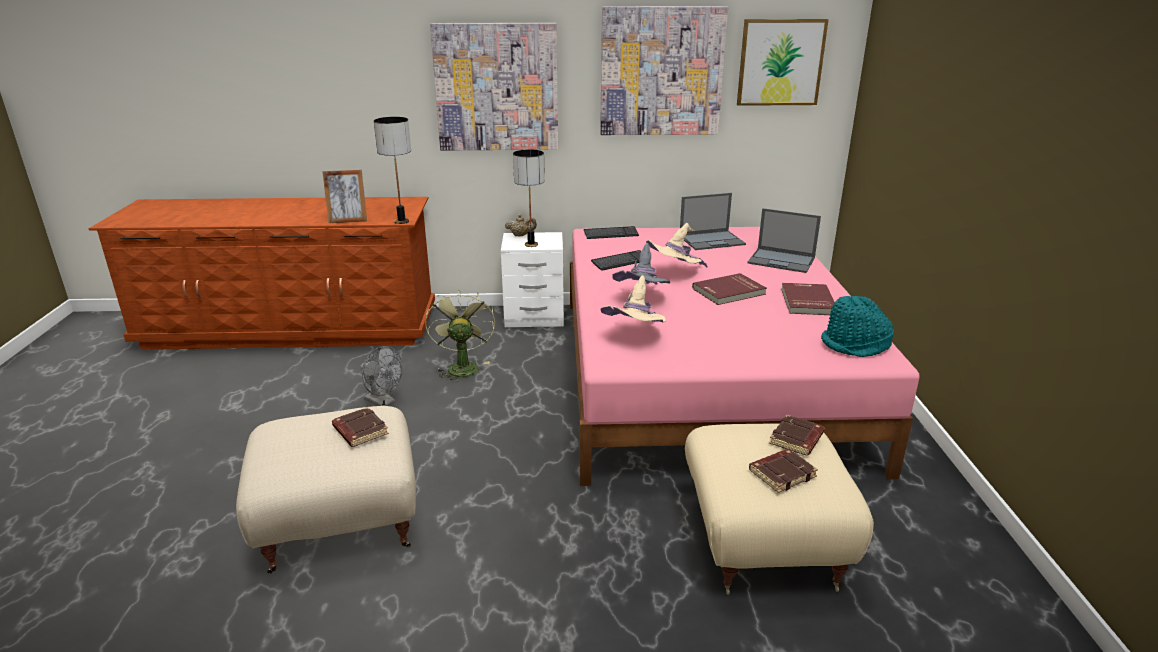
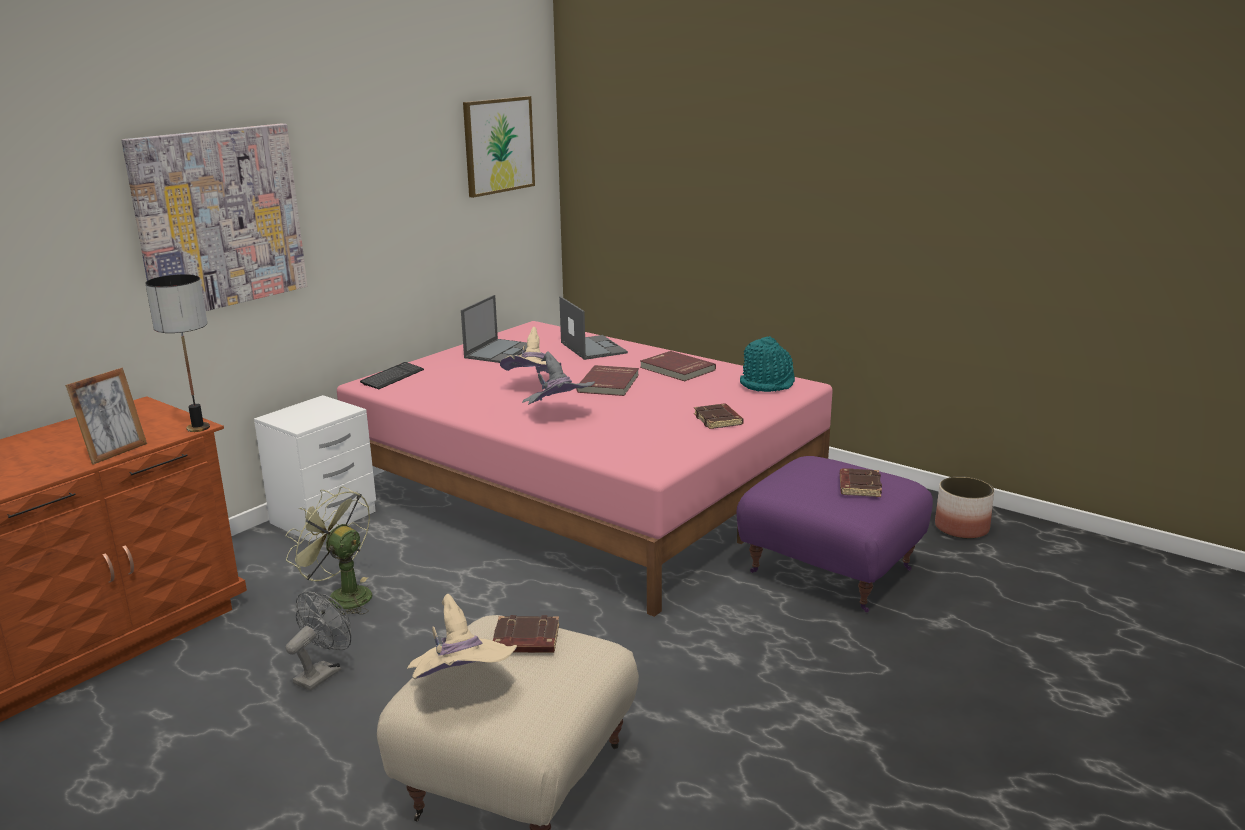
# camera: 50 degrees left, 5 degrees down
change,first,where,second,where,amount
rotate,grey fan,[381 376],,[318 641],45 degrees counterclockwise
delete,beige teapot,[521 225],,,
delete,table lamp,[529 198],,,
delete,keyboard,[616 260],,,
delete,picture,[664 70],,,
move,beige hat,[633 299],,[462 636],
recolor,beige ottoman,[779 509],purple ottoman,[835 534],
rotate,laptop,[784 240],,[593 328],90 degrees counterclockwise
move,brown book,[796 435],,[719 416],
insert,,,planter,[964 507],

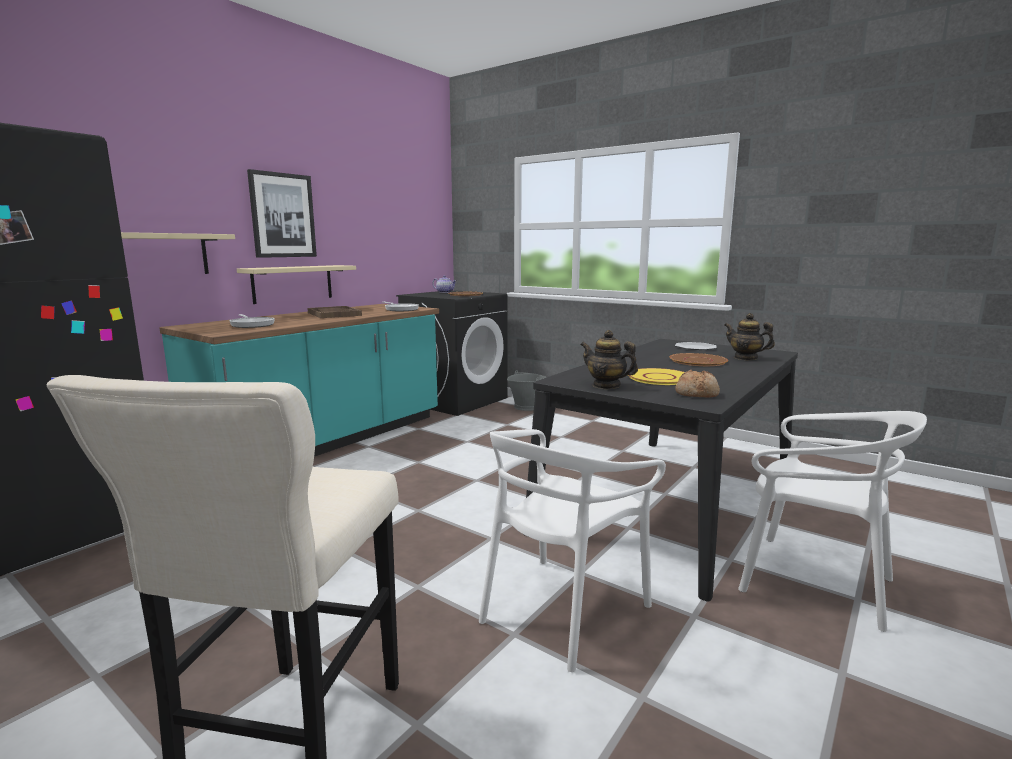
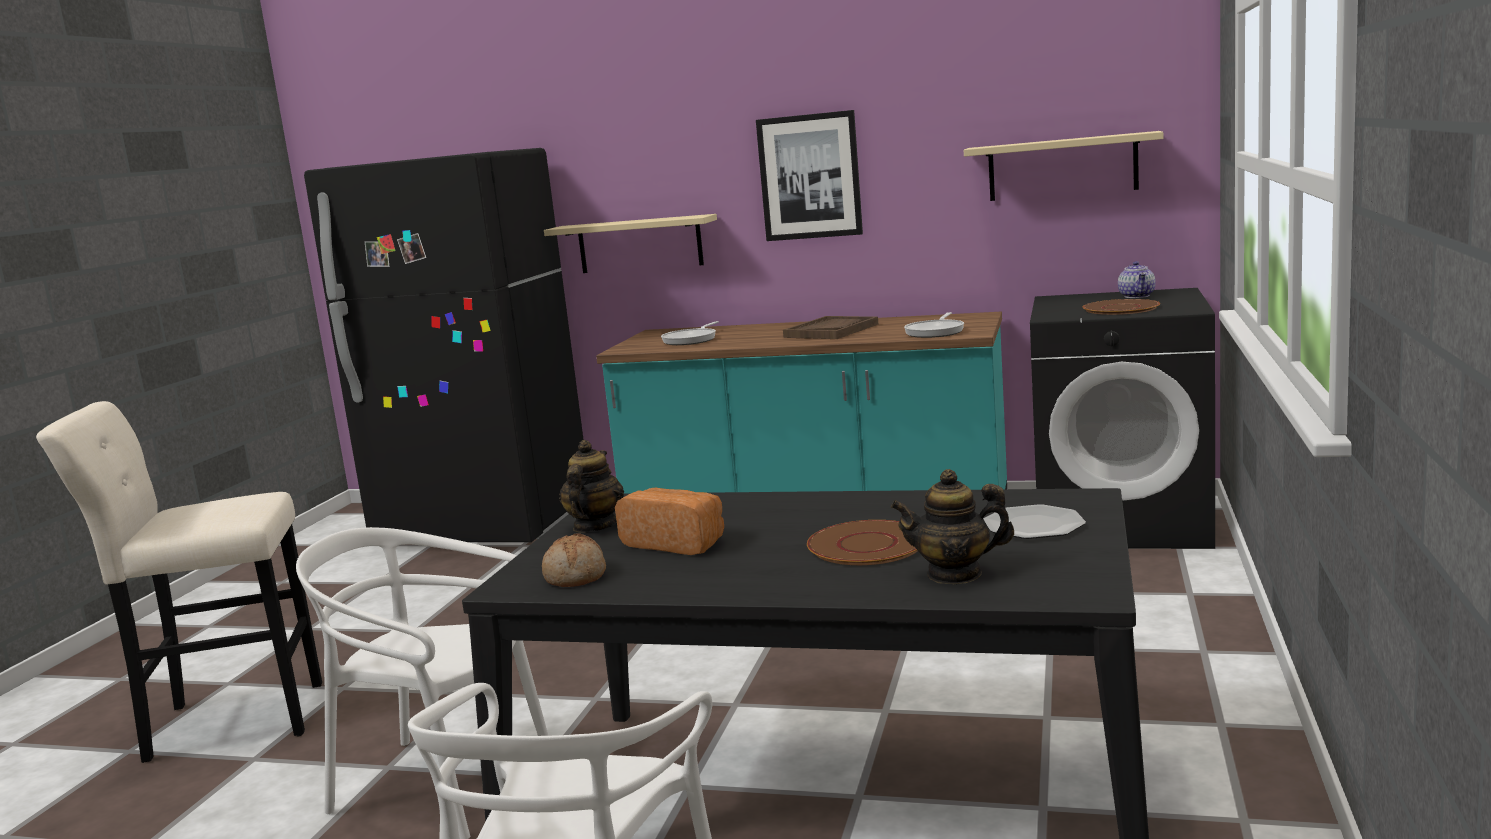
# camera: 70 degrees right, 0 degrees up
change,first,where,second,where,amount
move,beige shelf,[296 284],,[1063 166],
delete,grey bucket,[526 390],,,
replace,yellow plate,[656 376],bread,[669 521],
rotate,teapot,[749 336],,[952 526],105 degrees counterclockwise

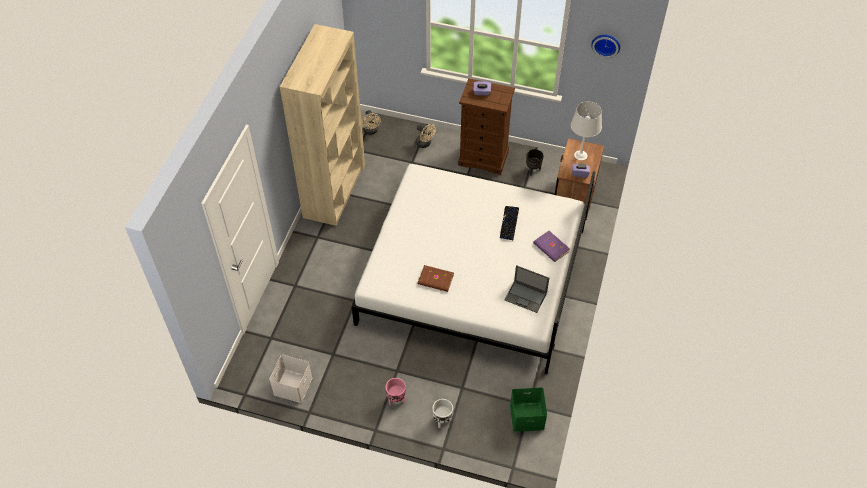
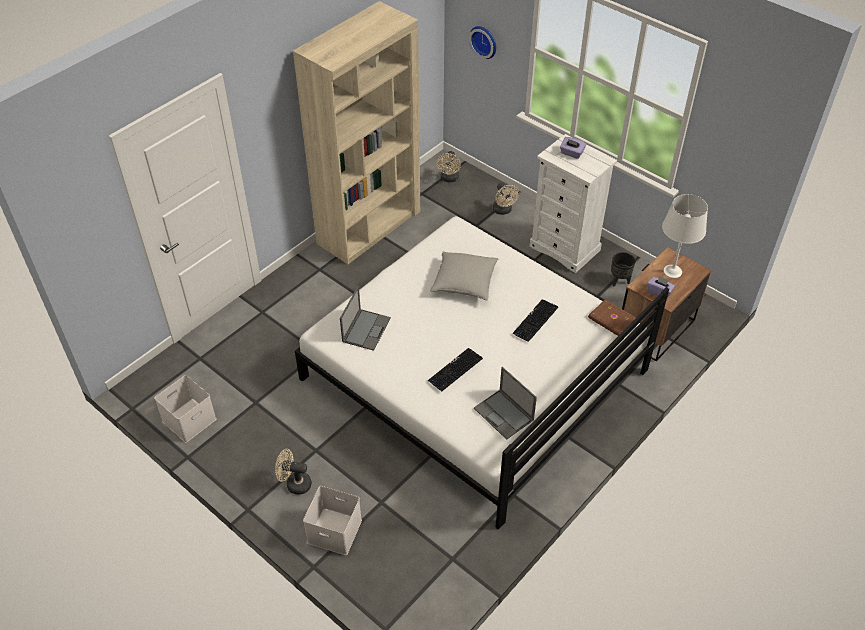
# camera: 25 degrees right, 5 degrees down
change,first,where,second,where,amount
replace,pink planter,[395 392],beige fan,[293 472],
move,brown book,[436 278],,[612 317],
replace,white planter,[443 413],white storage box,[332 520],
recolor,brown dresser,[486 127],white dresser,[573 203],
delete,green storage box,[528 409],,,
delete,purple book,[551 246],,,
move,wall clock,[605 46],,[482 42],
insert,,,laptop,[365 318],
insert,,,keyboard,[455 370],
insert,,,grey pillow,[464 276],

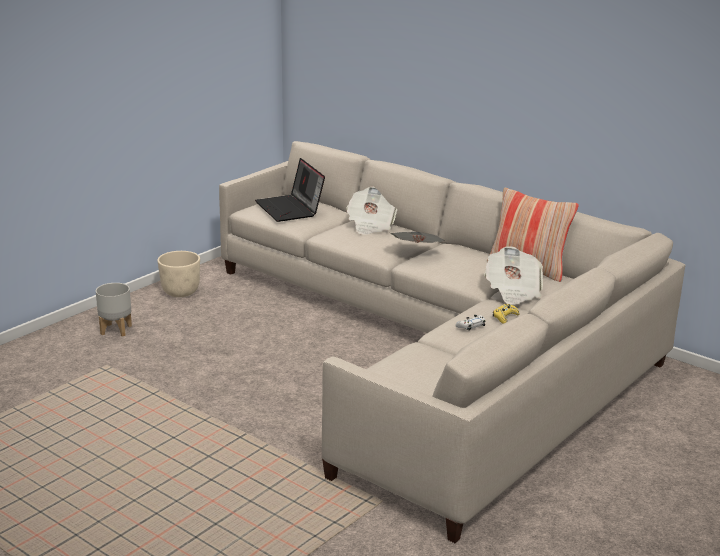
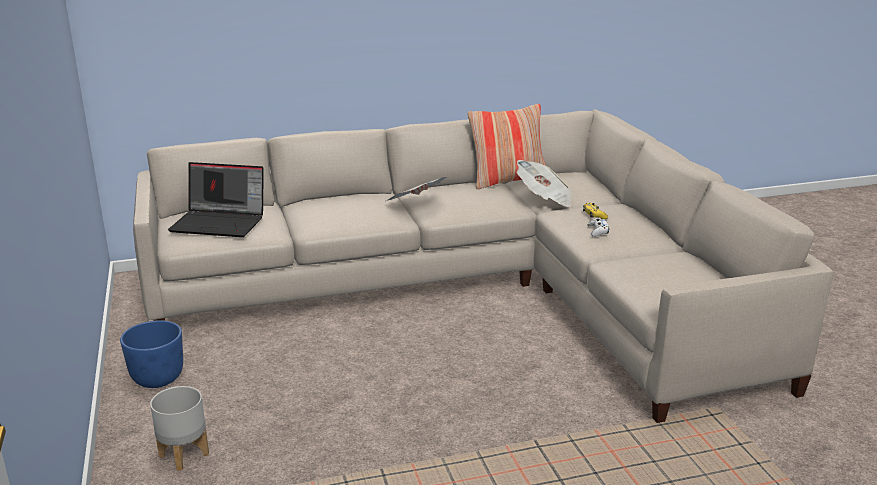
# camera: 55 degrees left, 0 degrees up
change,first,where,second,where,amount
recolor,beige planter,[178 274],blue planter,[151 354],
delete,newspaper,[371 210],,,

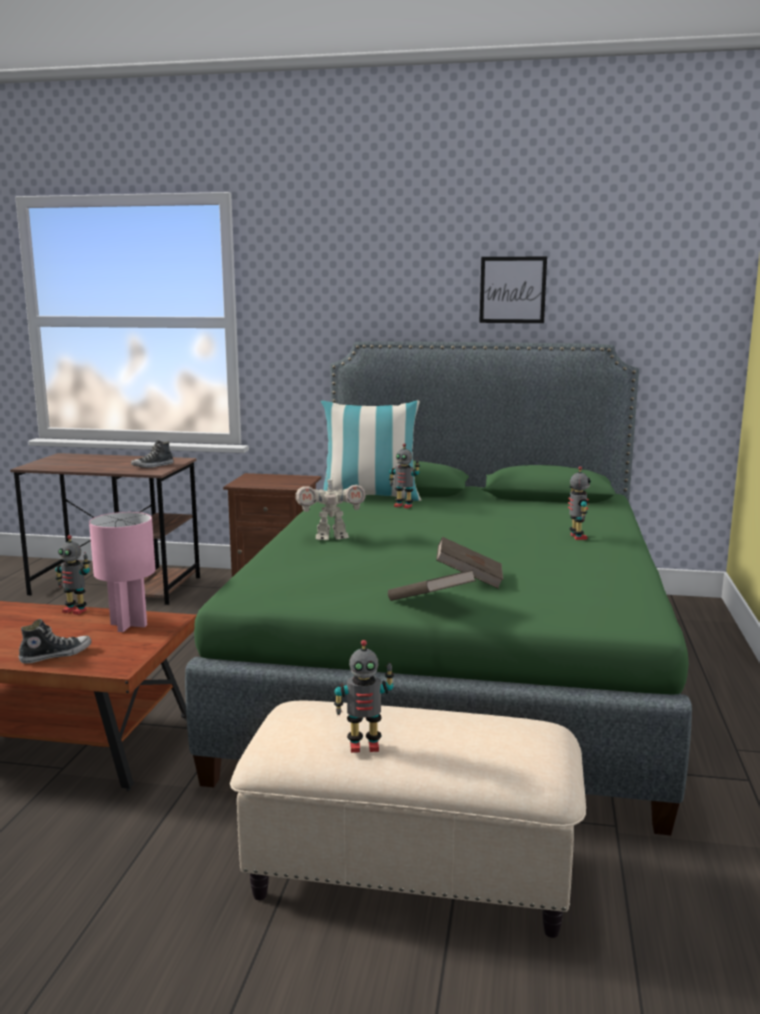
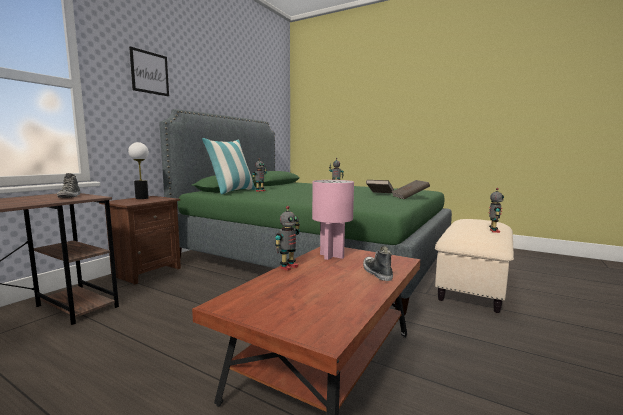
# camera: 70 degrees left, 5 degrees down
change,first,where,second,where,amount
delete,toy robot,[331 507],,,
move,picture,[513 290],,[149 71],
insert,,,table lamp,[138 170],

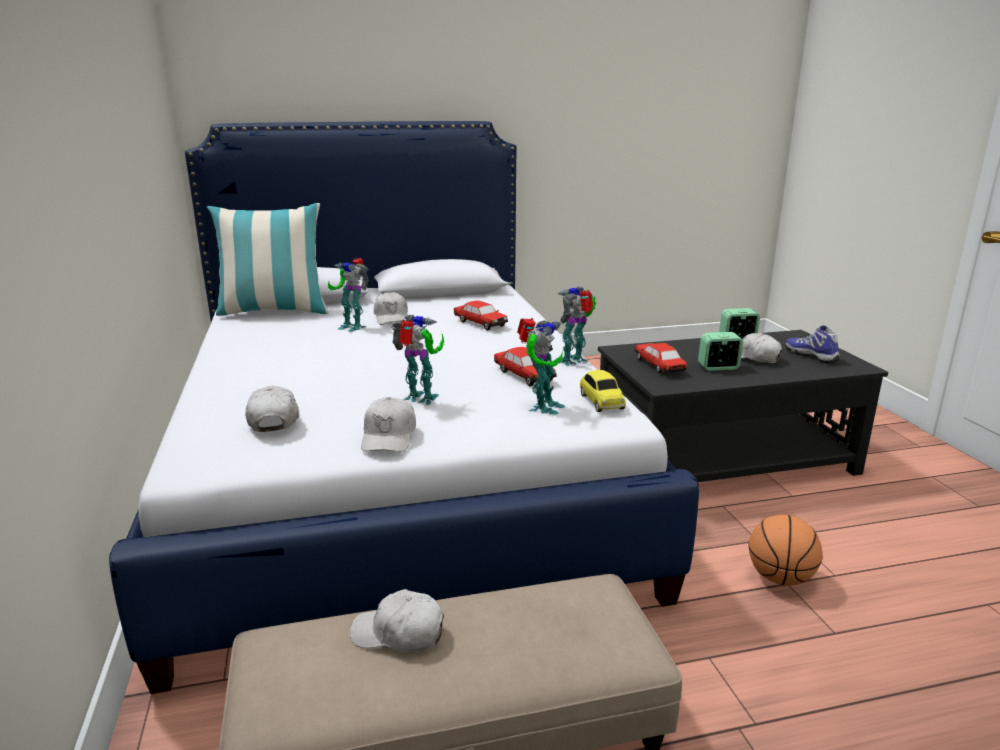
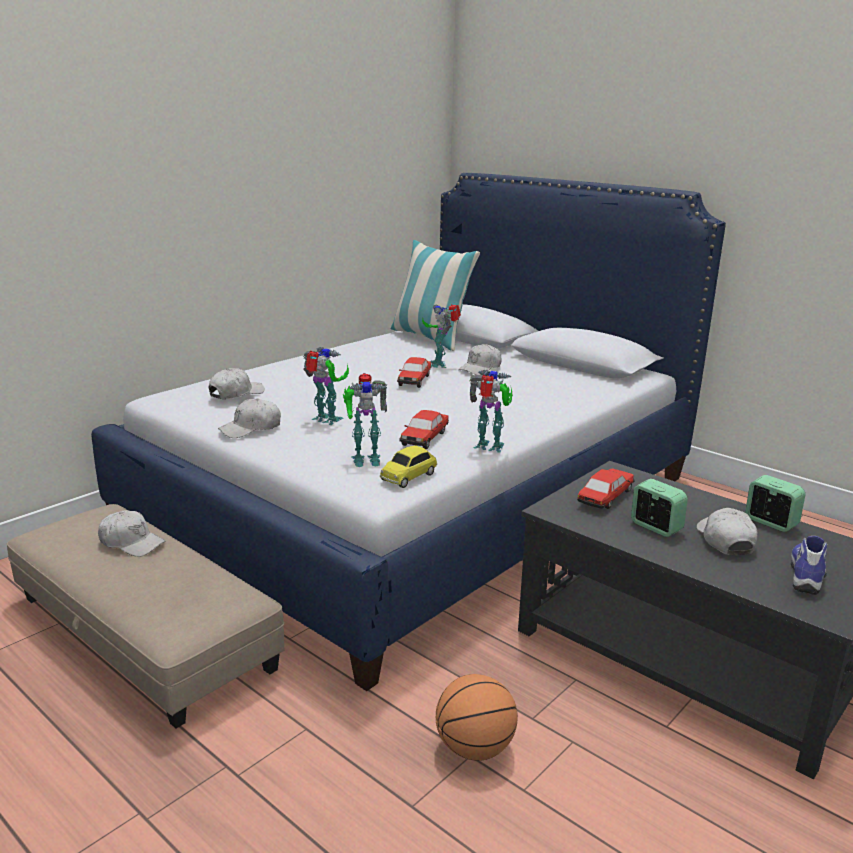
# camera: 55 degrees right, 0 degrees up
change,first,where,second,where,amount
rotate,white cap,[397 620],,[131 533],135 degrees clockwise
rotate,toy robot,[417 360],,[326 386],45 degrees counterclockwise
move,toy car,[481 316],,[414 372],

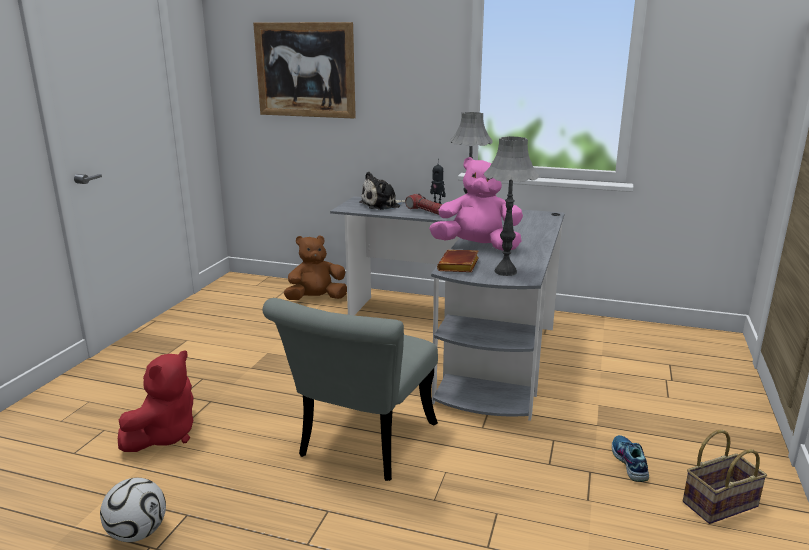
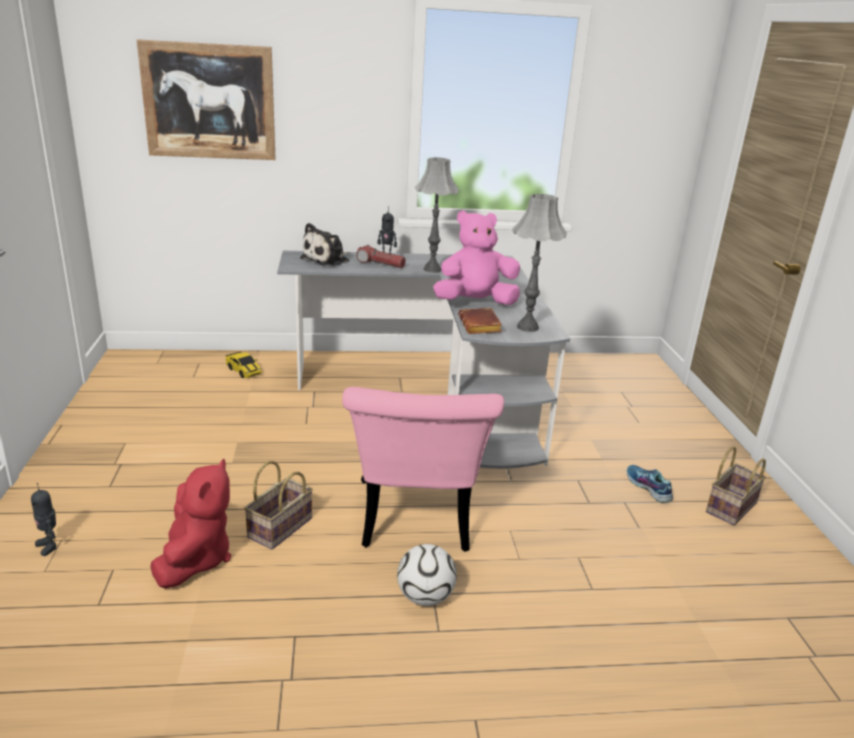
# camera: 25 degrees left, 5 degrees up
change,first,where,second,where,amount
move,football,[133 510],,[427 575],
recolor,grey chair,[350 389],pink chair,[423 469],
replace,brown plush toy,[315 267],toy car,[244 364],
insert,,,toy robot,[44 519],
insert,,,basket,[278 505],

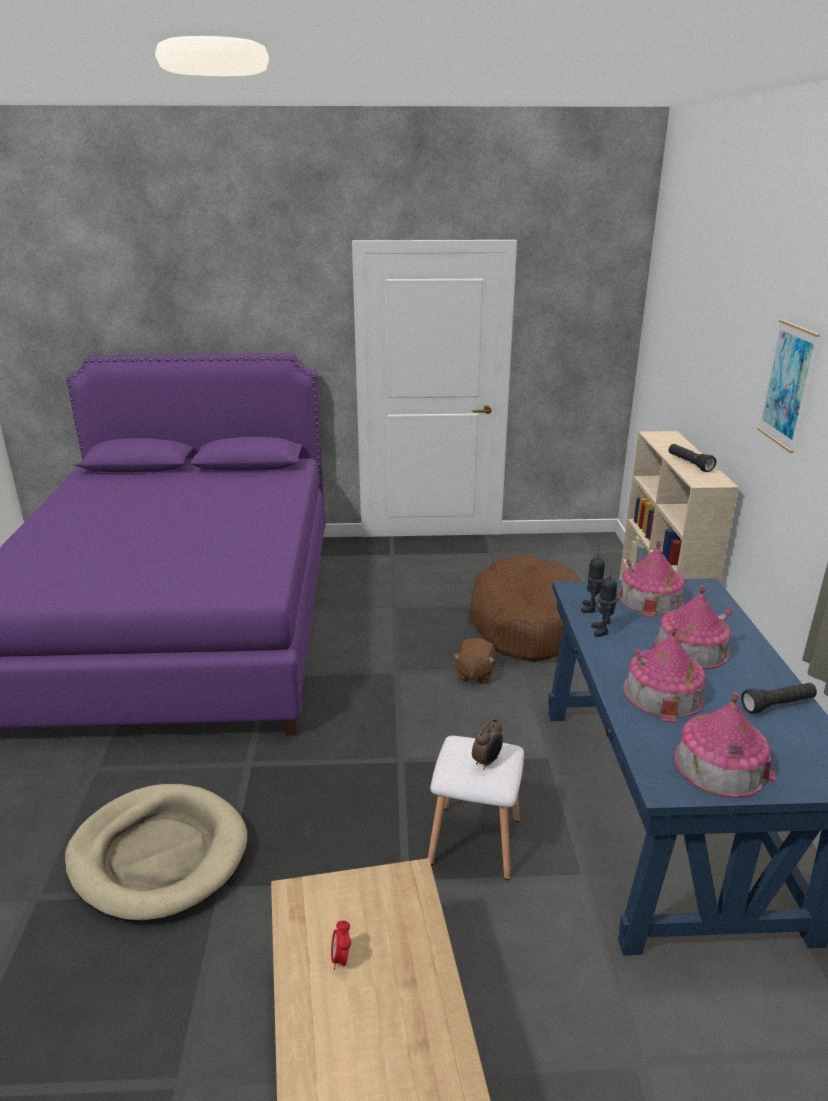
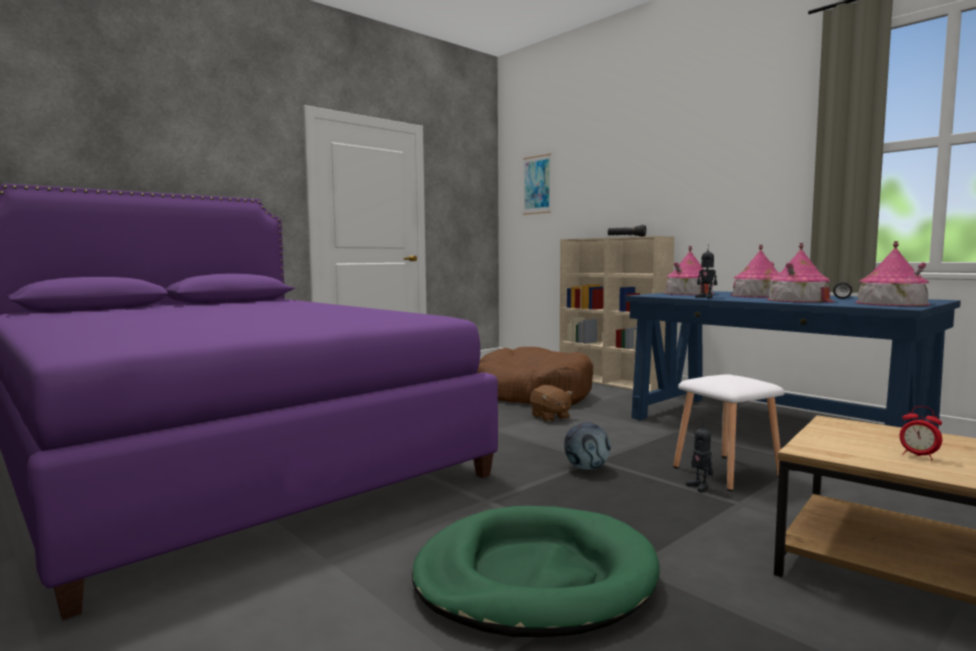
# camera: 40 degrees left, 20 degrees down
change,first,where,second,where,amount
recolor,beige dog bed,[156 853],green dog bed,[536 571],
delete,alarm clock,[487 744],,,
move,toy robot,[593 581],,[699 456],
move,picture,[788 386],,[537 184],
insert,,,football,[587 446],

